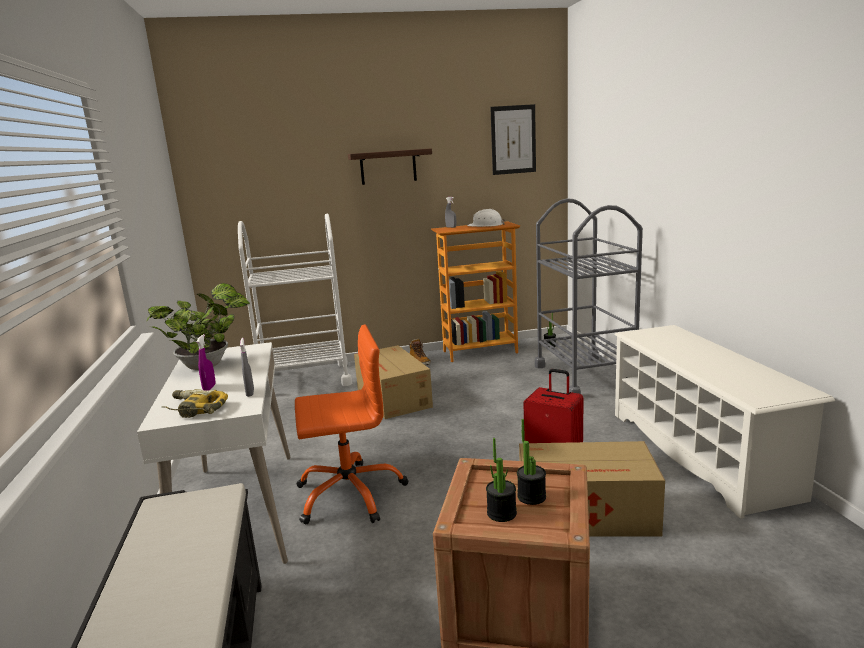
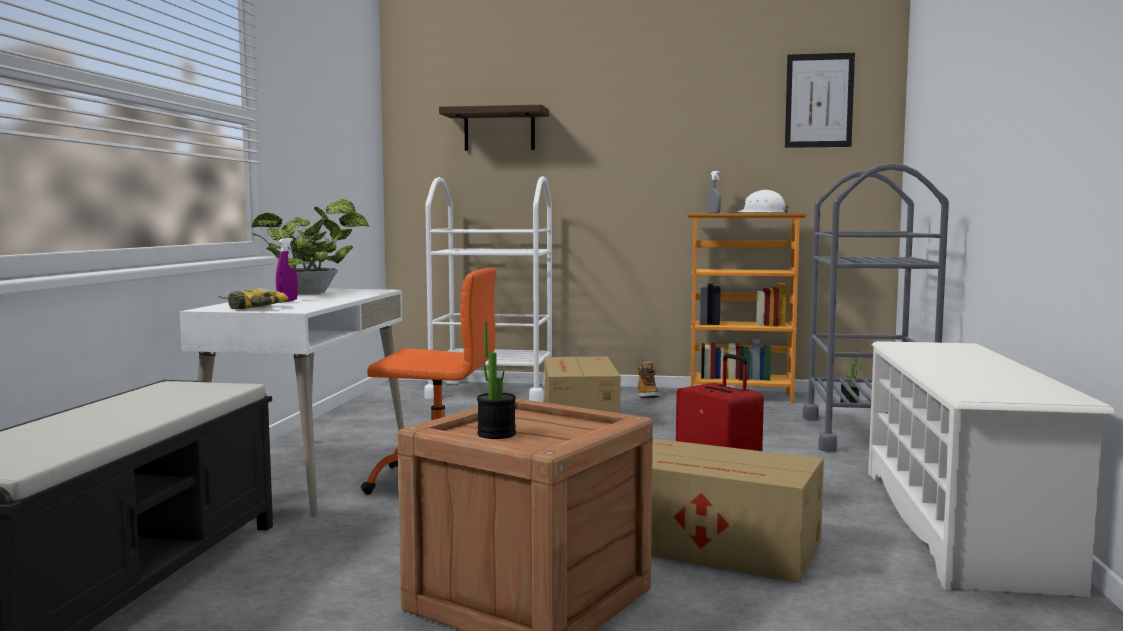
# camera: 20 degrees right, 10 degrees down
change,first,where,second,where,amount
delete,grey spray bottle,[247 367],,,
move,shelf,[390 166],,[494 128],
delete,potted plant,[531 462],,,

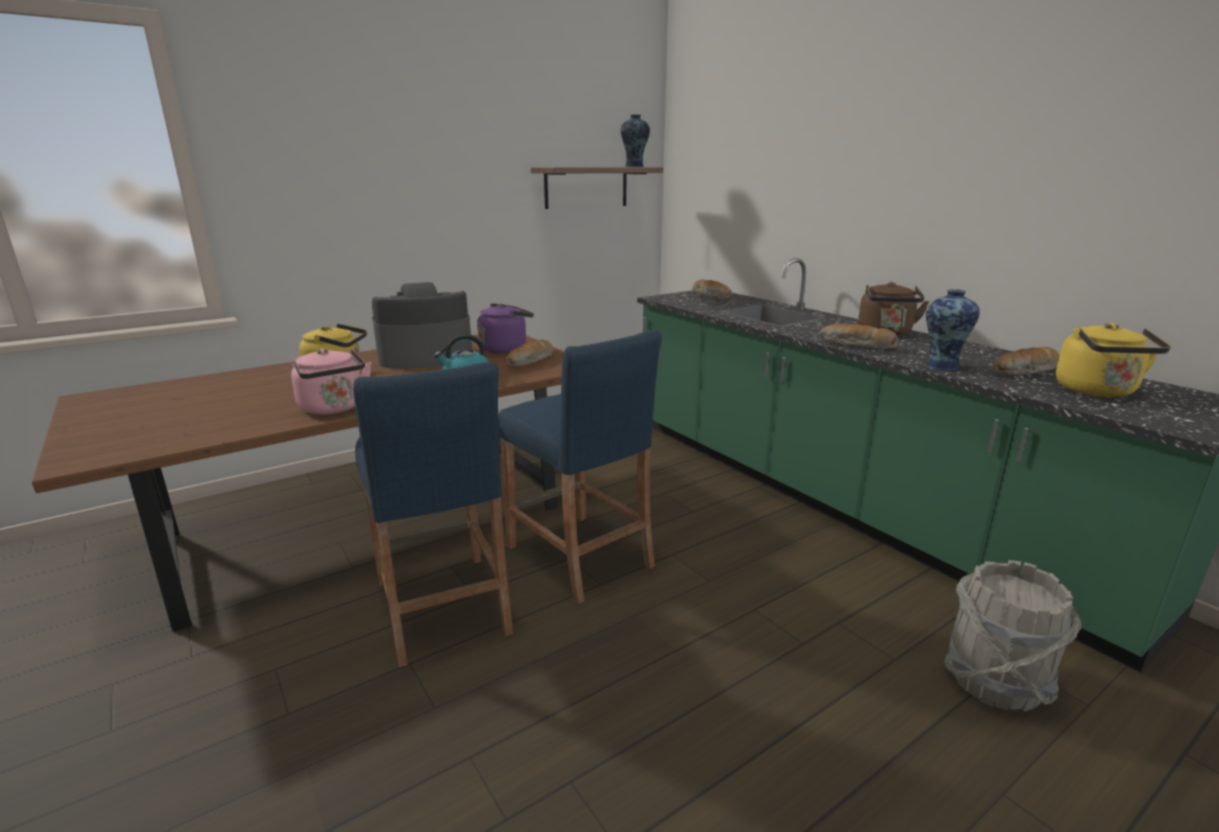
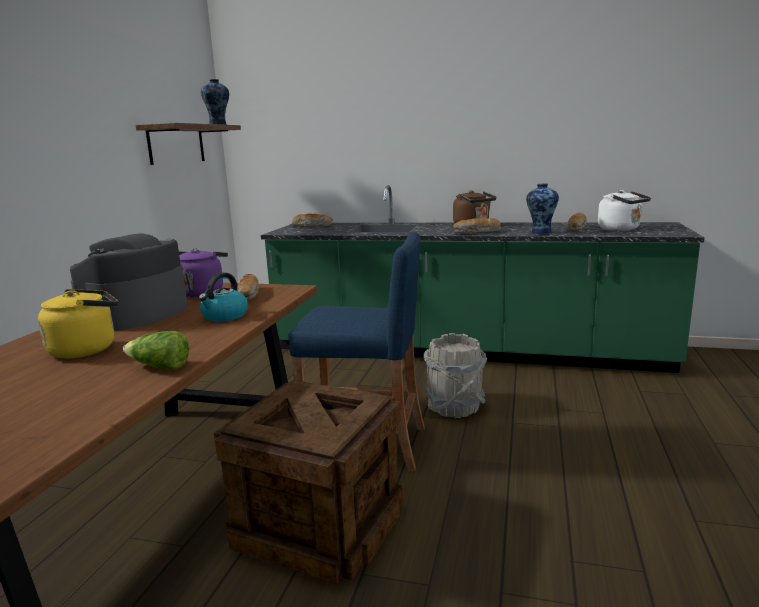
# camera: 40 degrees left, 5 degrees down
change,first,where,second,where,amount
replace,pink kettle,[331 382],lettuce,[156 350],
replace,blue stool,[433 514],crate,[308 482],
move,grey bucket,[1013 635],,[455 375],
recolor,yellow kettle,[1113 360],white kettle,[624 210],

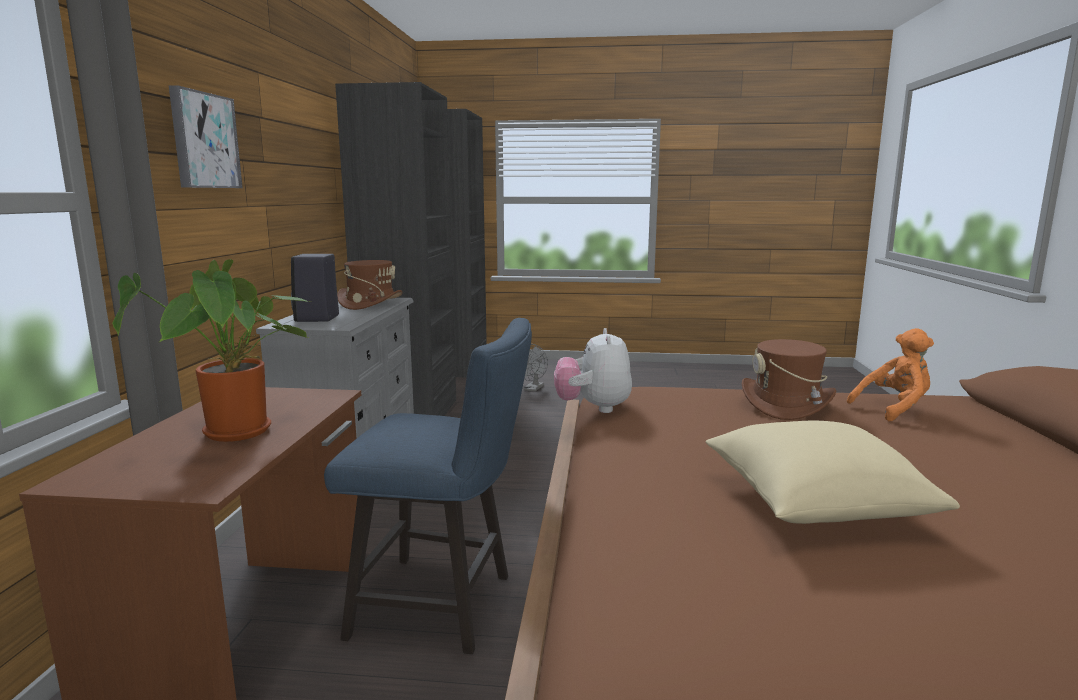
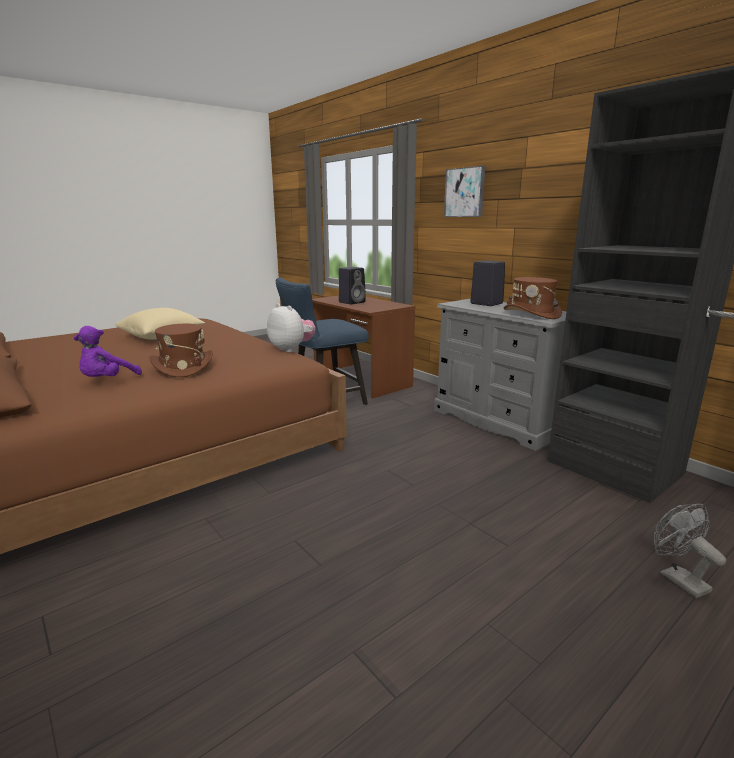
# camera: 135 degrees right, 5 degrees up
change,first,where,second,where,amount
replace,potted plant,[210 350],black speaker,[352 285],
recolor,orange plush toy,[890 374],purple plush toy,[108 351],

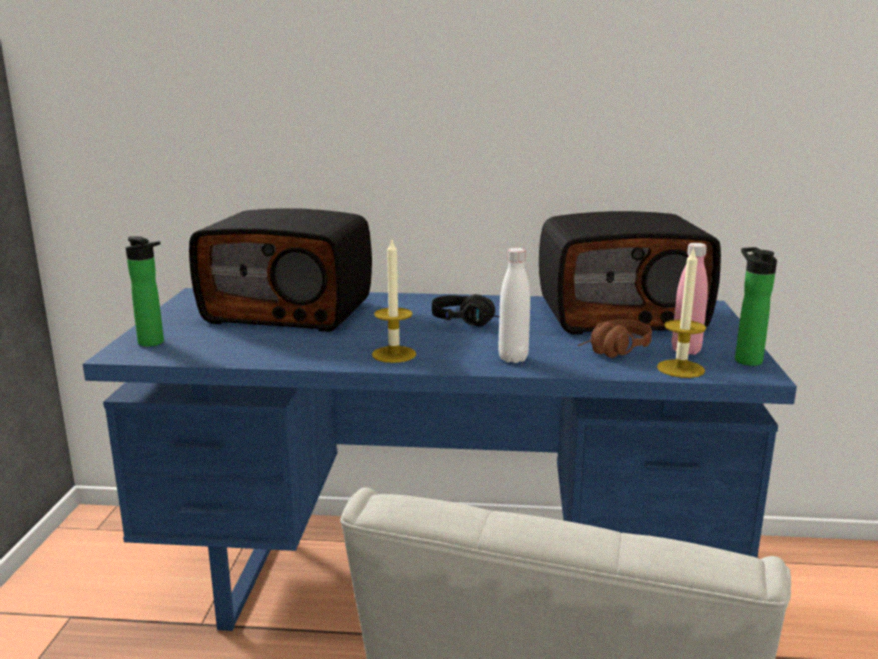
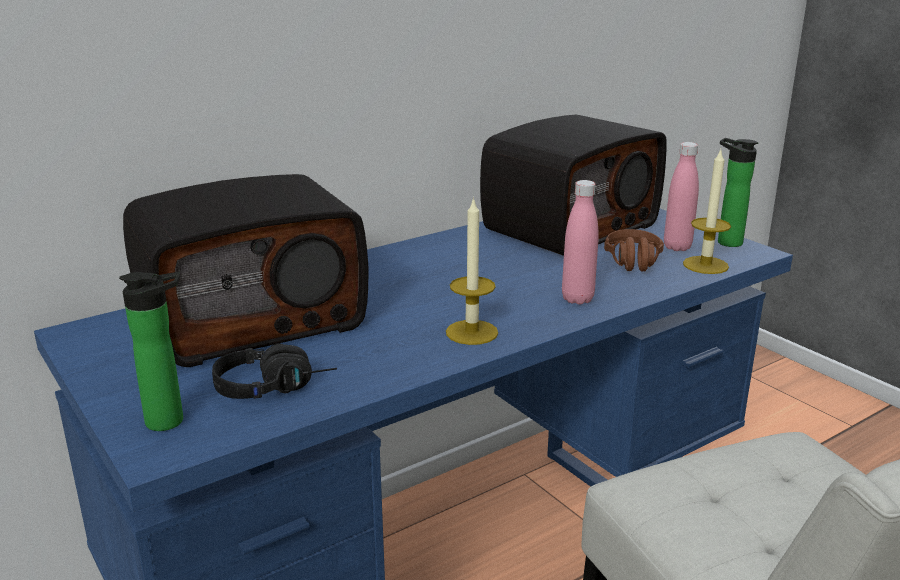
# camera: 40 degrees left, 5 degrees up
change,first,where,second,where,amount
move,black headphones,[465 310],,[274 371],
recolor,white bottle,[514 305],pink bottle,[580 242],

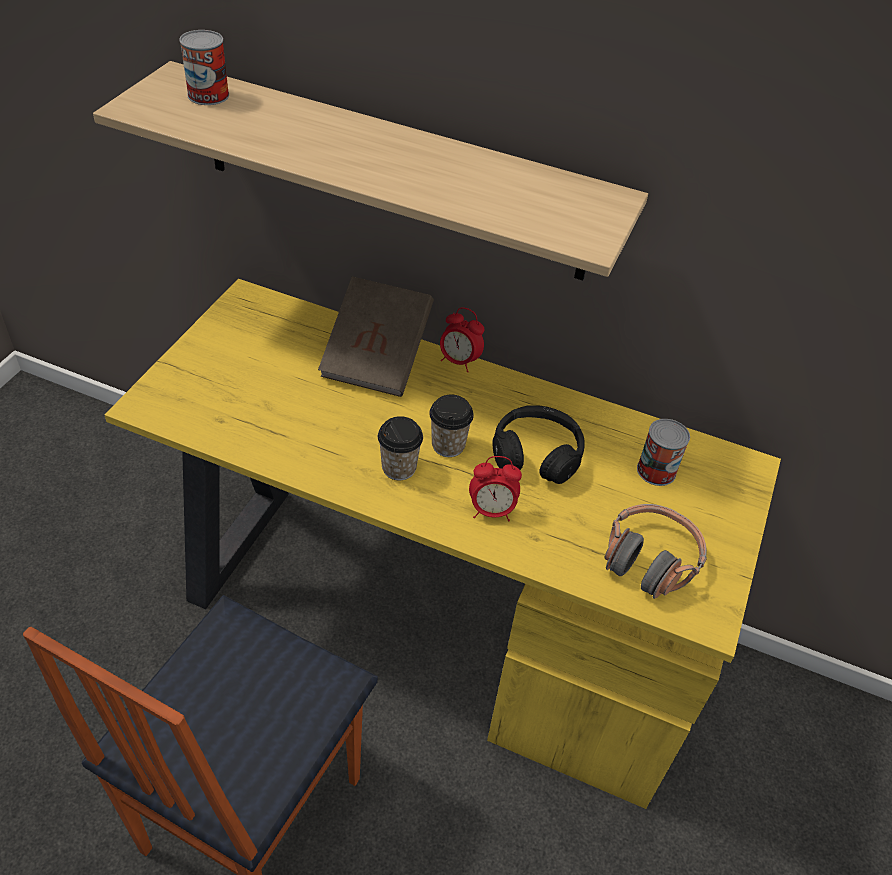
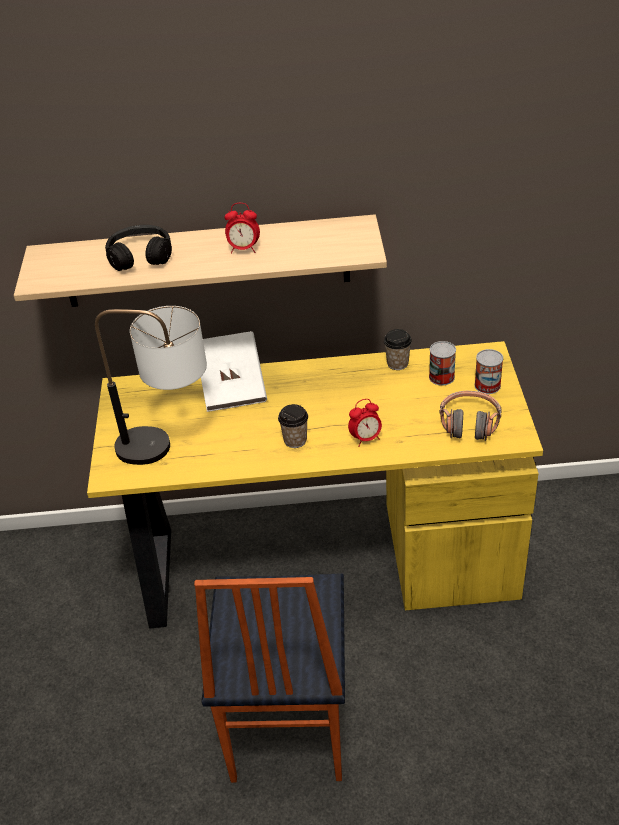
# camera: 20 degrees left, 5 degrees down
change,first,where,second,where,amount
move,can,[204 67],,[488 371],
recolor,brown book,[376 336],white book,[234 371],
move,cup,[451 426],,[398 349],
move,alarm clock,[462 339],,[242 228],
move,black headphones,[538 444],,[138 248],
insert,,,table lamp,[151 385],

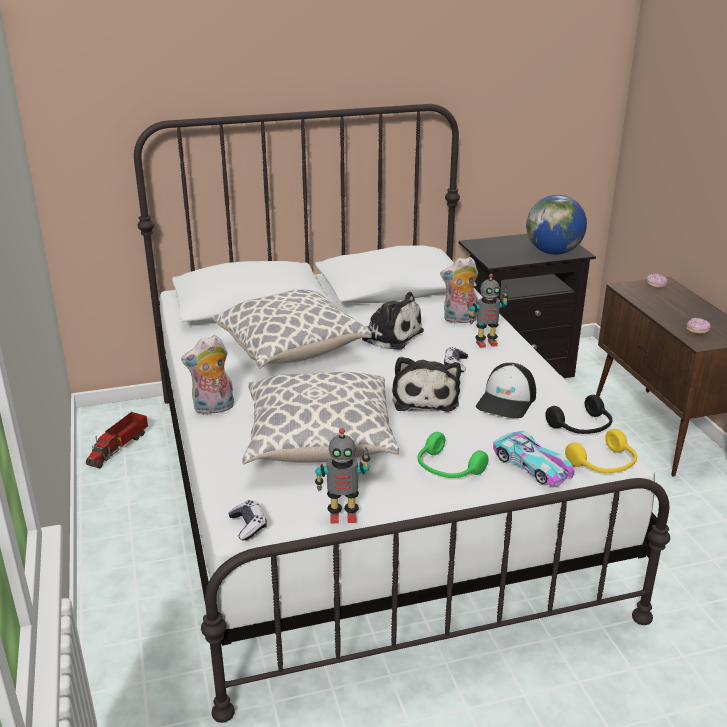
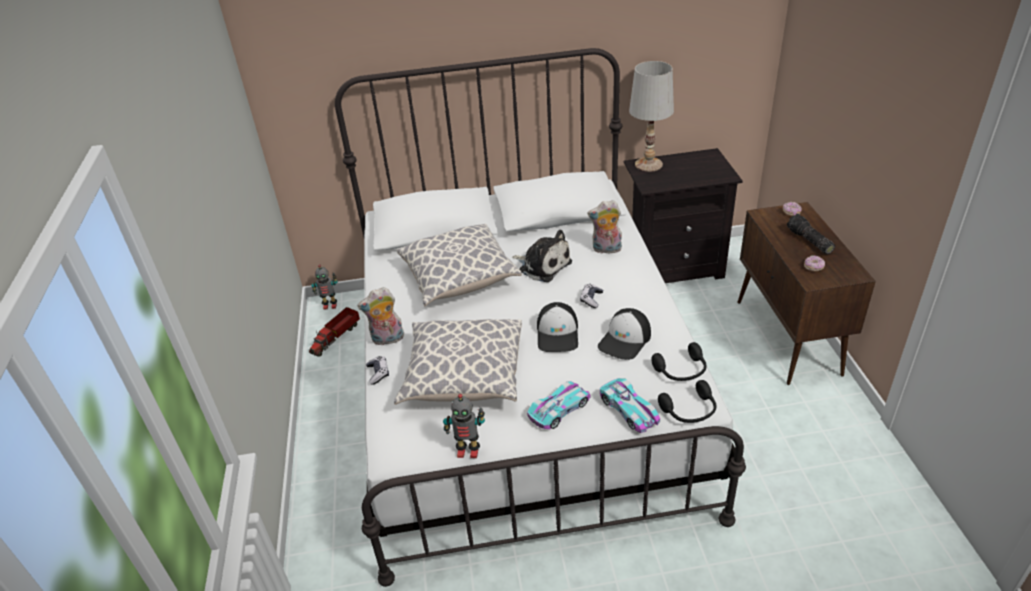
# camera: 10 degrees right, 10 degrees up
change,first,where,second,where,amount
move,game controller,[247 520],,[377 370],
replace,plush toy,[426 384],cap,[557 327],
replace,green headphones,[453 455],toy car,[559 405],
move,toy robot,[489 310],,[324 287],
delete,globe,[556 225],,,
recolor,yellow headphones,[601 451],black headphones,[687 401],
insert,,,white table lamp,[651 116],
insert,,,flashlight,[811 234],

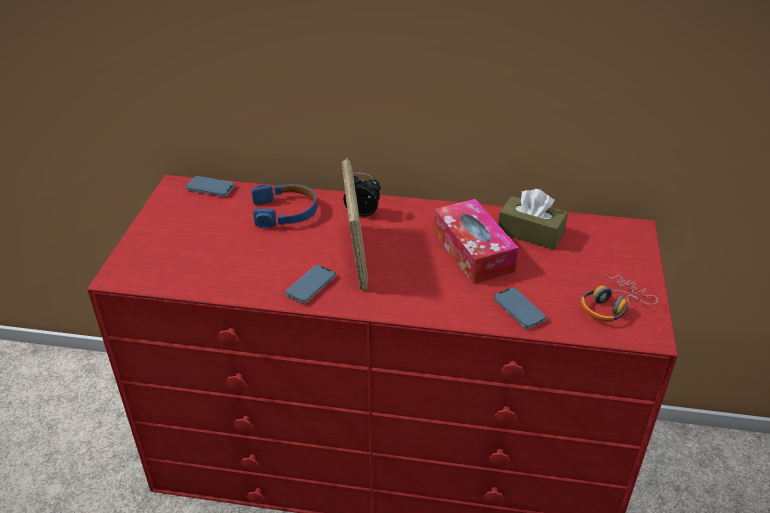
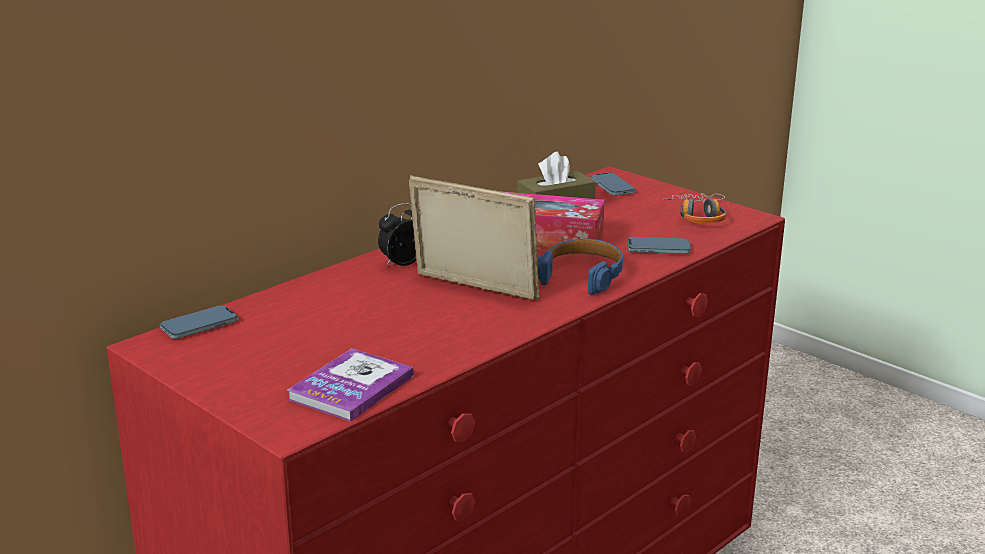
# camera: 55 degrees left, 15 degrees down
change,first,where,second,where,amount
move,blue headphones,[284 206],,[580 267],
move,phone,[310 284],,[613 184],
insert,,,book,[350 385],

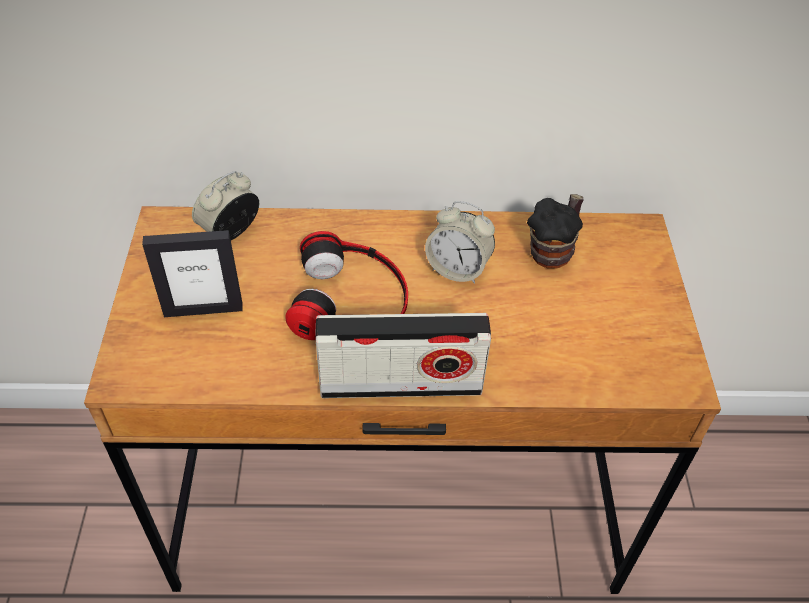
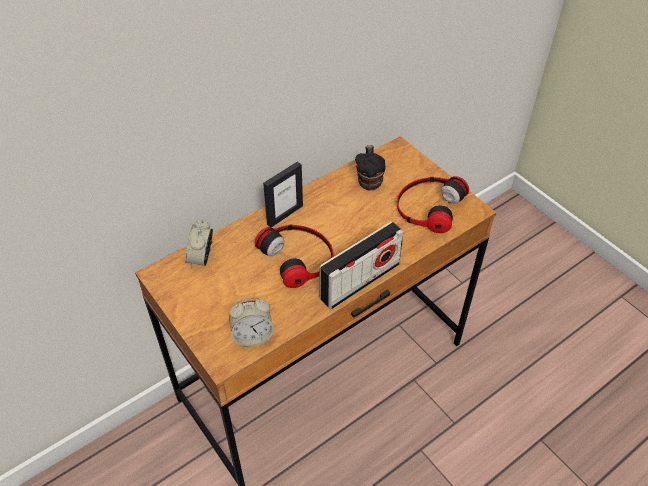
# camera: 35 degrees left, 0 degrees up
change,first,where,second,where,amount
move,picture frame,[192 273],,[283 194],
move,alarm clock,[460 242],,[251 322],
insert,,,headphones,[433 204],

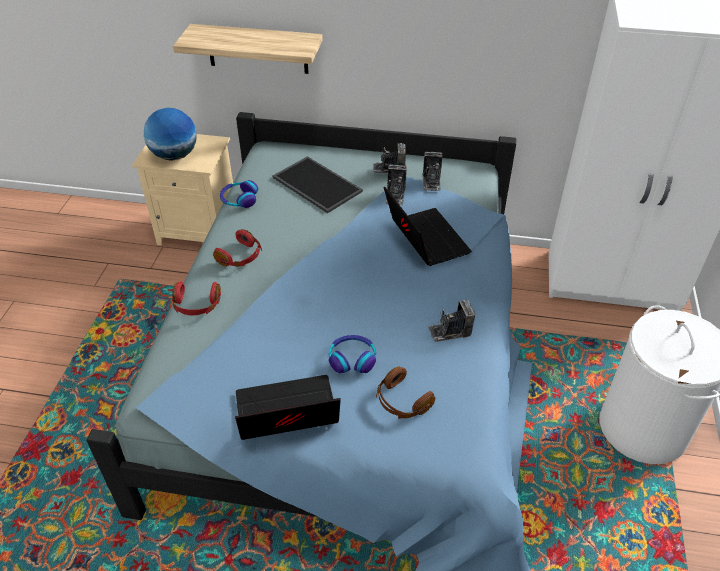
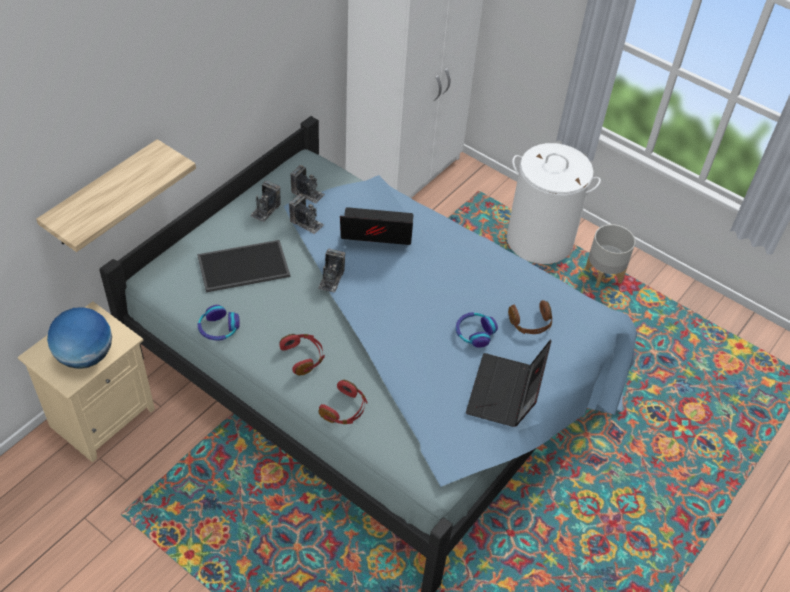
# camera: 65 degrees left, 5 degrees up
change,first,where,second,where,amount
move,photo camera,[451 321],,[331 271],
insert,,,grey planter,[610 256],

